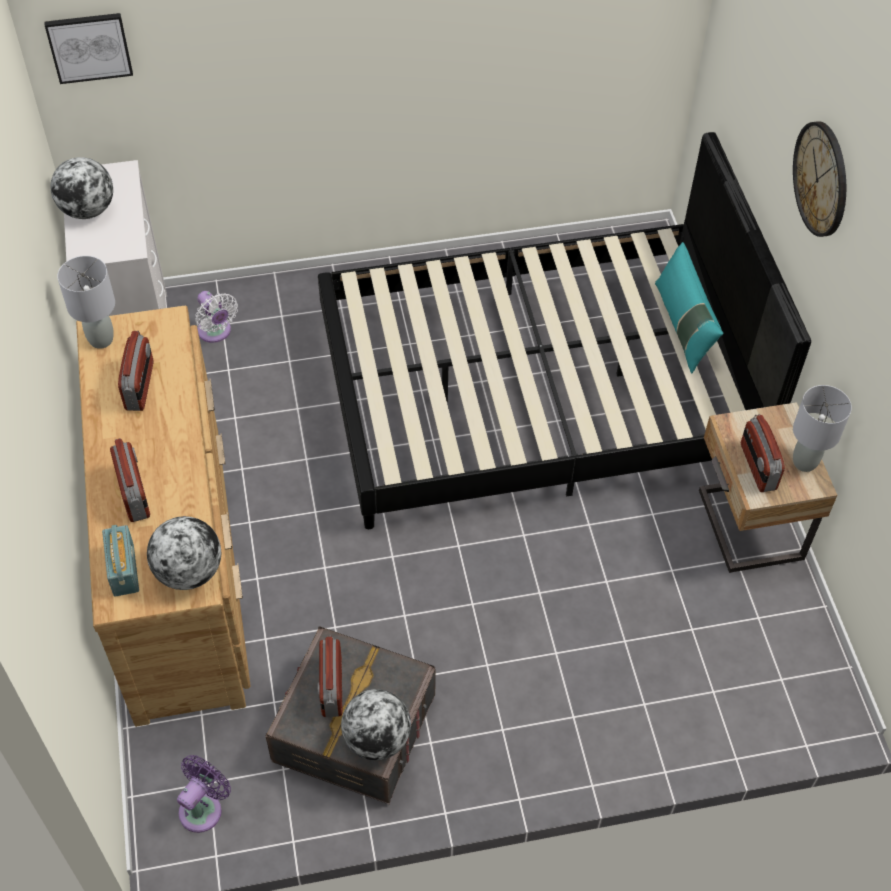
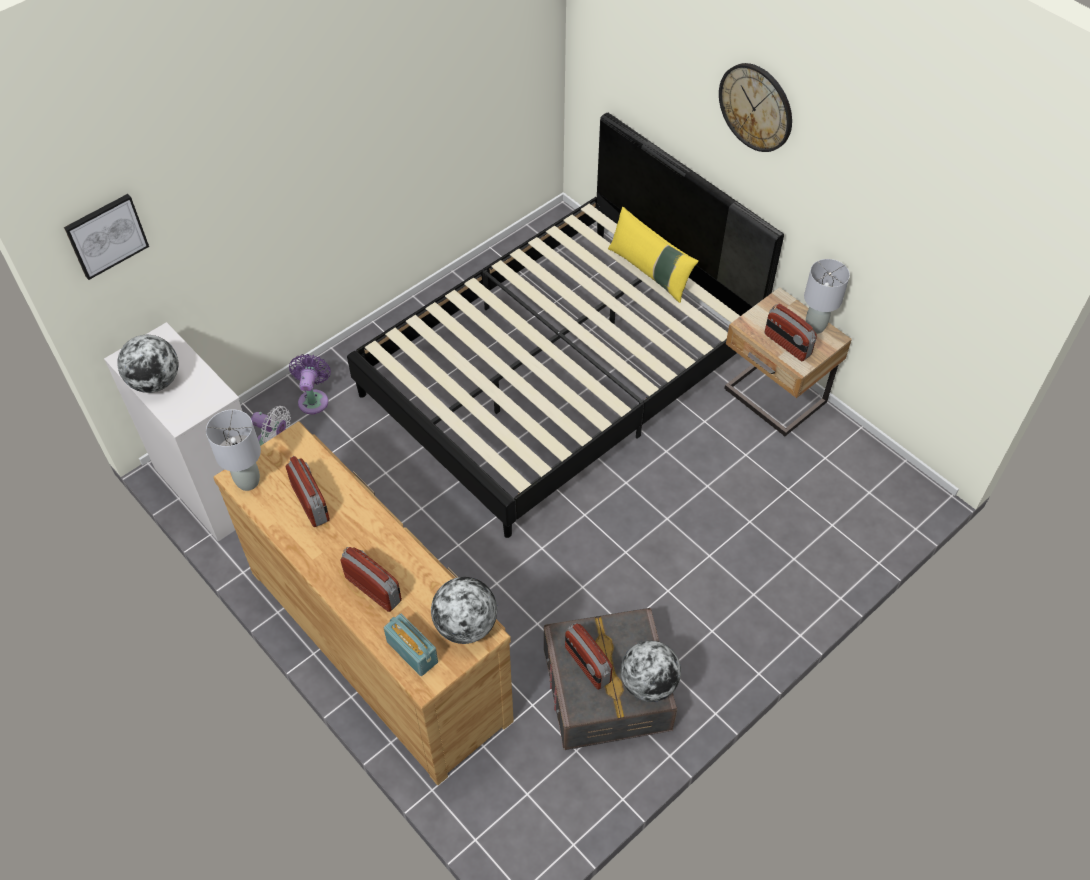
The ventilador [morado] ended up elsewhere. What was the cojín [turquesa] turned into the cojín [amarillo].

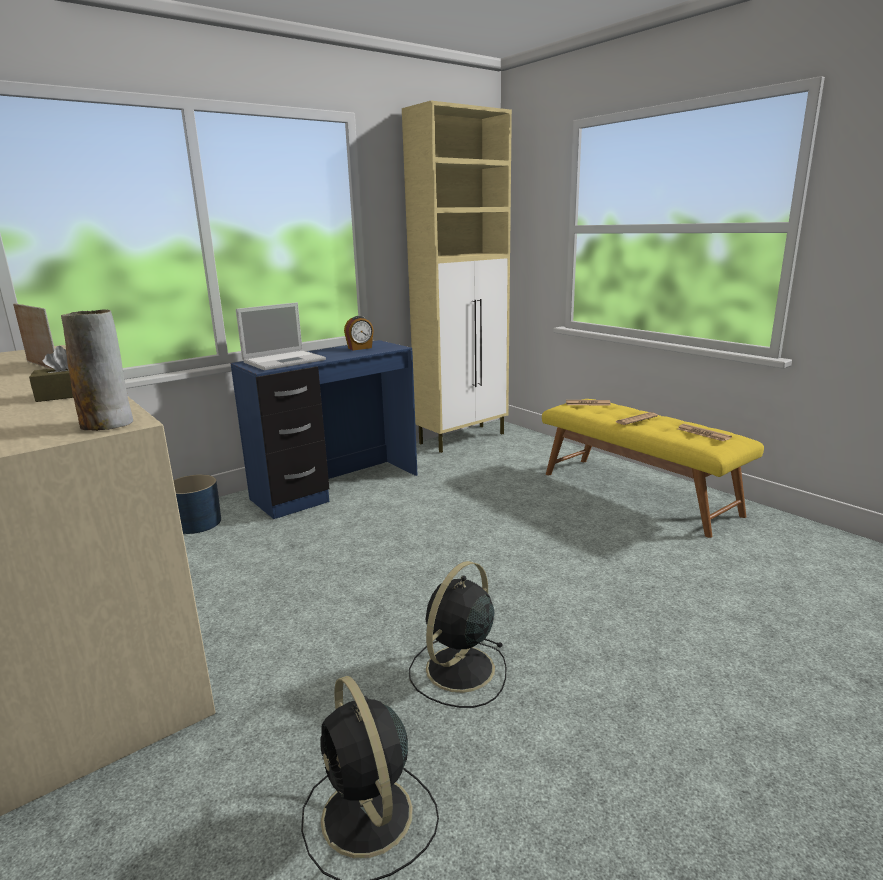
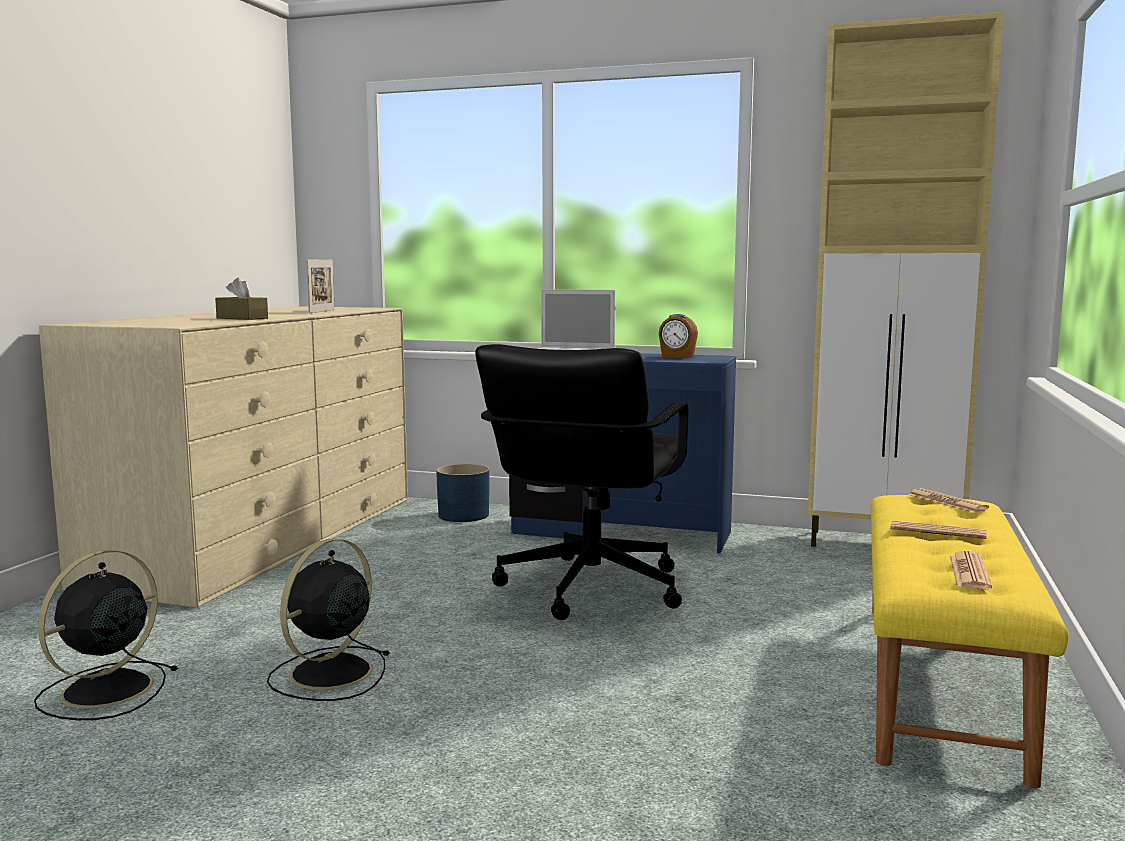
The second view lost the florero. The ventilador [negro] (no. 2 from left) ended up facing another way, 60 degrees counterclockwise from before. The second view gained the silla de oficina [negro].

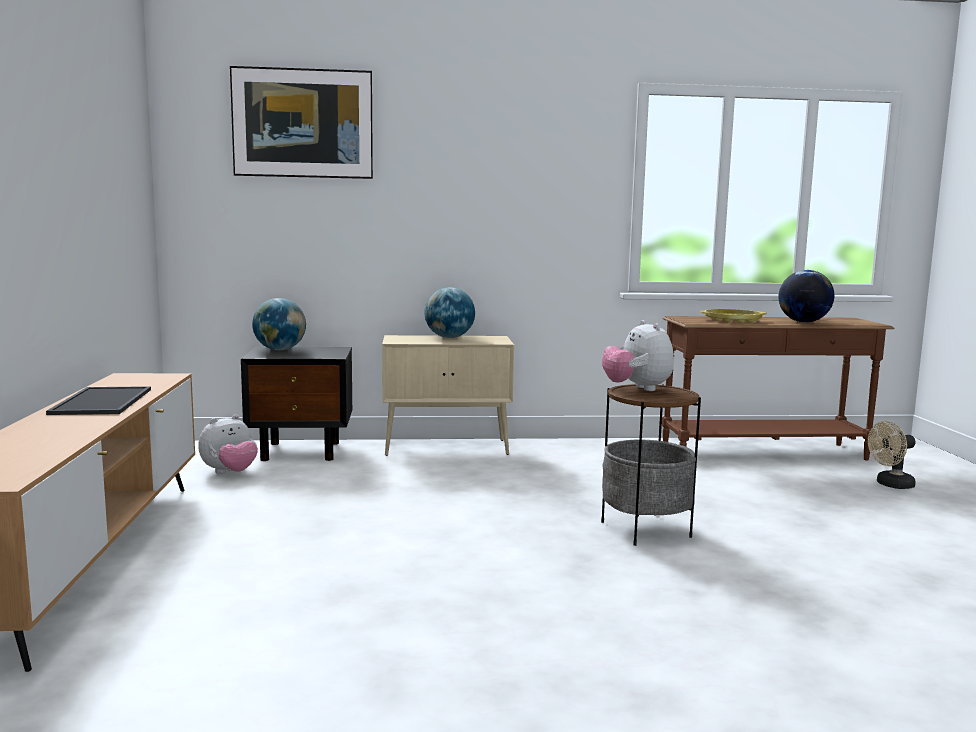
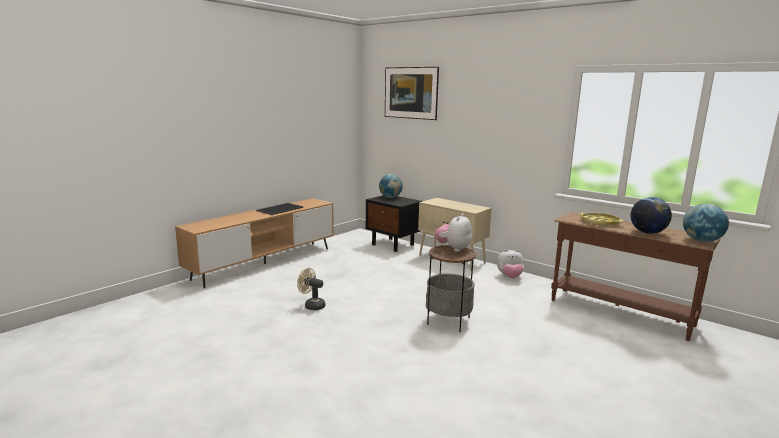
The peluche (no. 1 from left in the first image) ended up elsewhere. The globo terráqueo (no. 2 from left in the first image) ended up elsewhere. The ventilador [beis] ended up elsewhere.

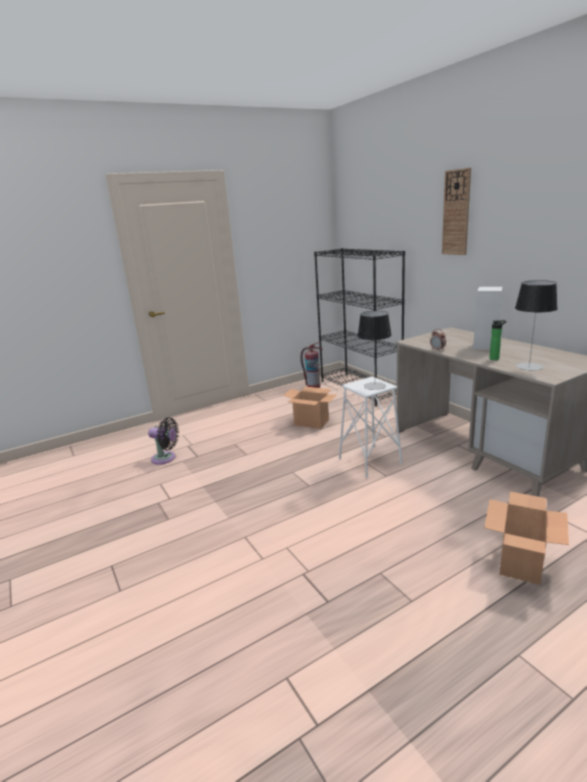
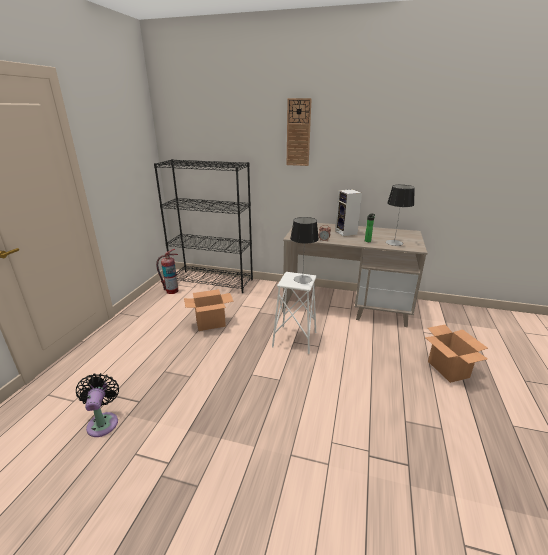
The ventilador [negro] ended up facing another way, 75 degrees counterclockwise from before.

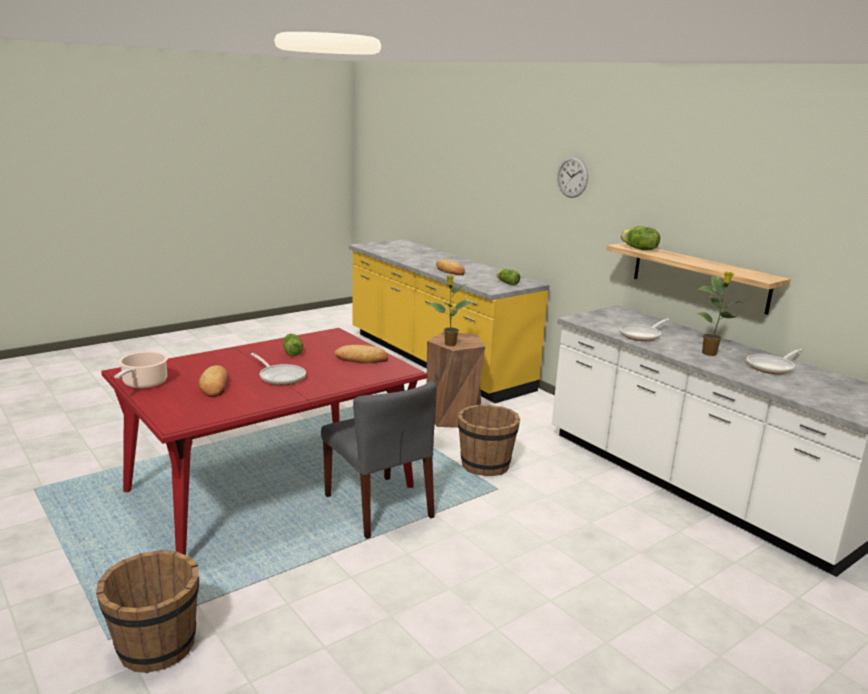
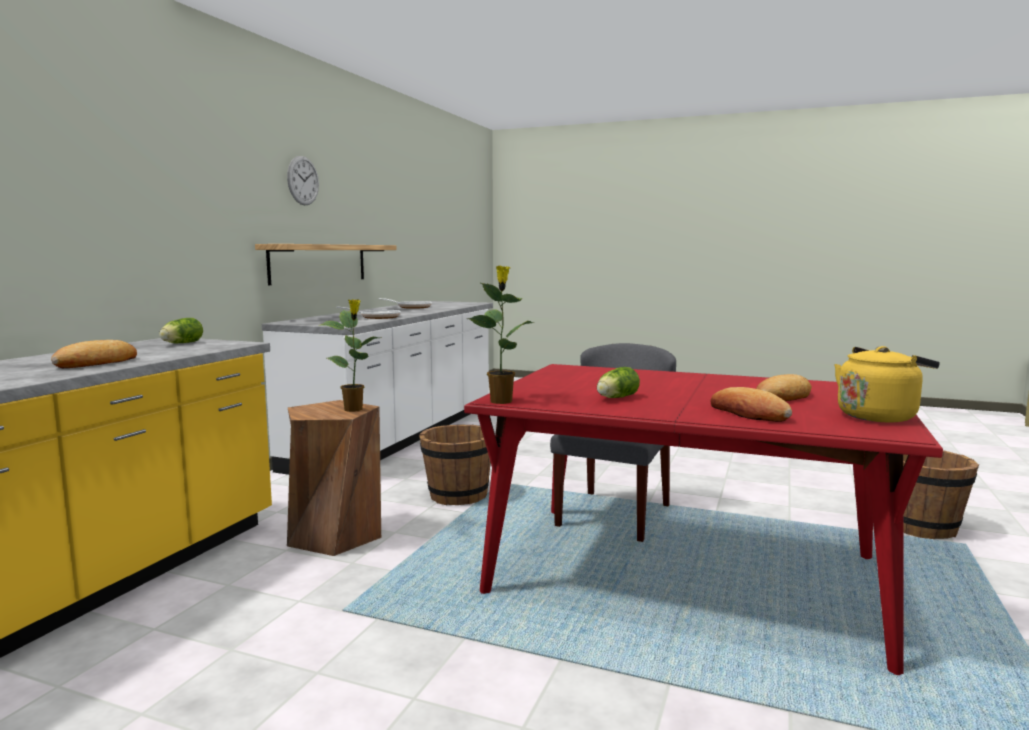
Where the olla stood, the hervidor [amarillo] came to stand. The second view lost the sartén (no. 1 from left). The pan (no. 2 from left) ended up elsewhere. The reloj de pared ended up elsewhere. The second view lost the lechuga (no. 3 from left). The planta en maceta (no. 2 from left) ended up elsewhere.

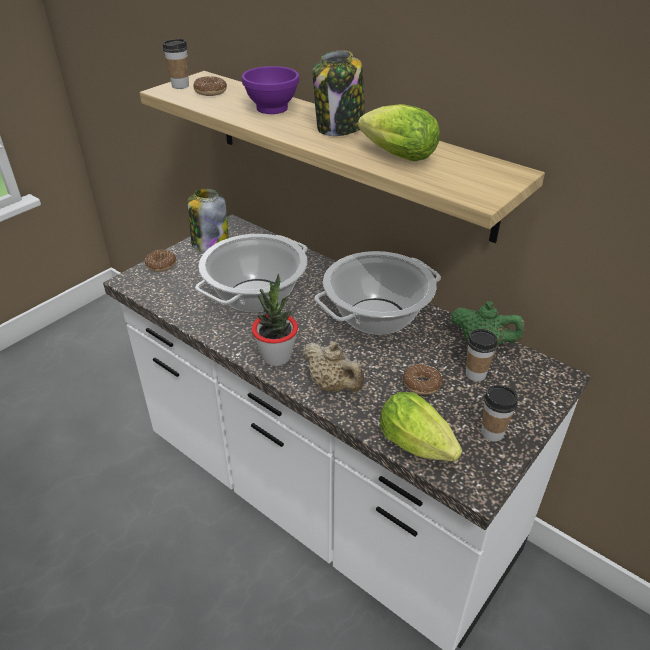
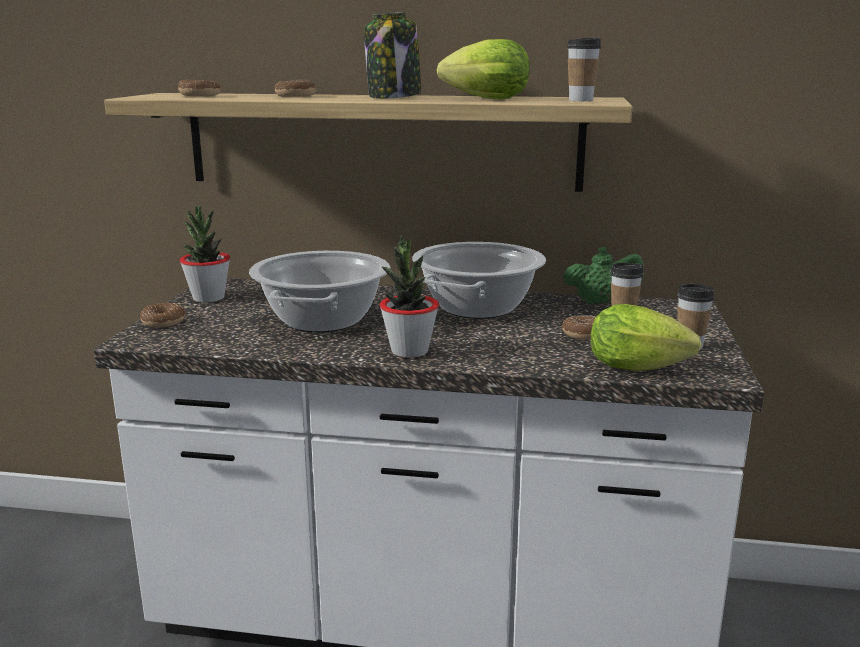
The taza (no. 1 from left) ended up elsewhere. Where the tarro (no. 1 from left) stood, the planta en maceta (no. 1 from left) came to stand. Where the cuenco [morado] stood, the rosquilla (no. 3 from left) came to stand. The second view lost the tetera [beis].

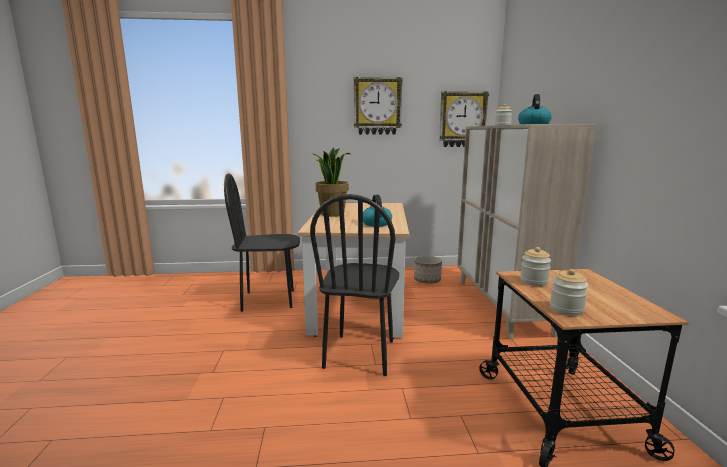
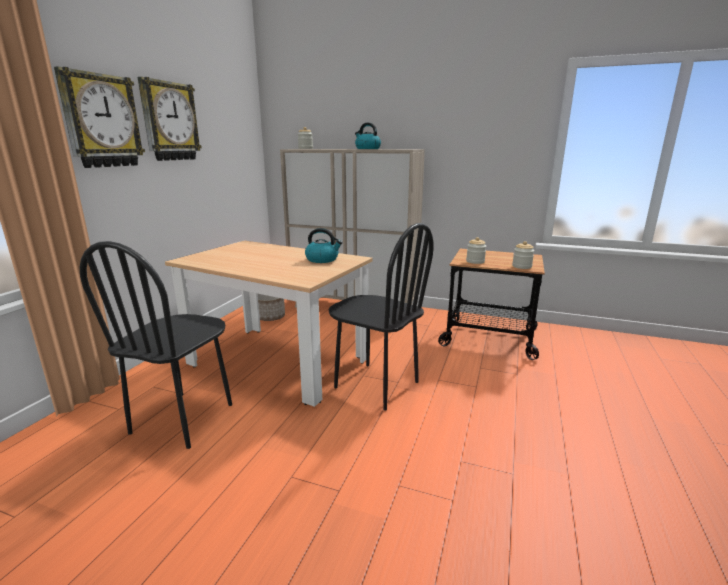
The second view lost the planta en maceta. The reloj de pared (no. 2 from left in the first image) ended up elsewhere.

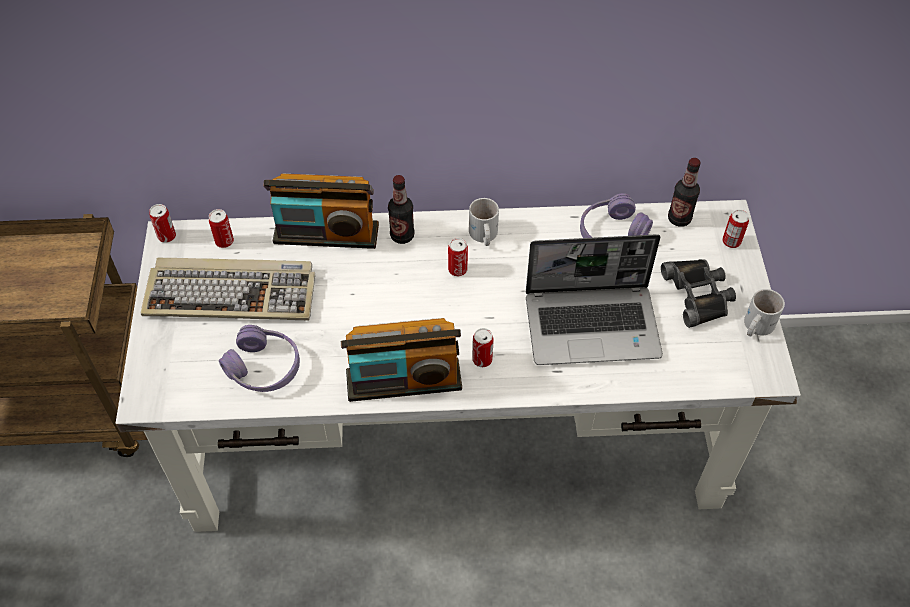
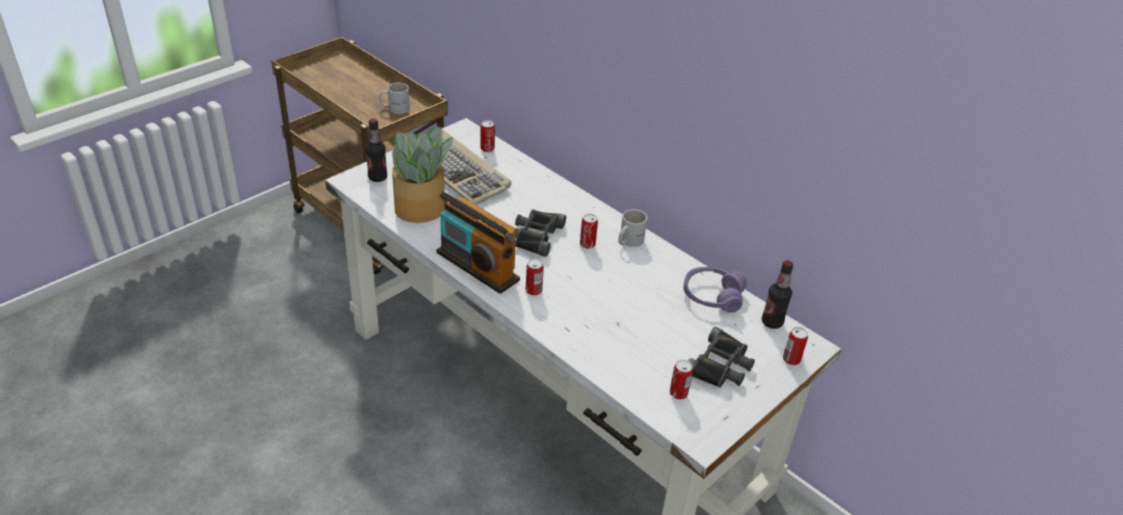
The lata (no. 1 from left in the first image) ended up elsewhere. Where the auriculares [morado] (no. 1 from left) stood, the planta en maceta came to stand. The second view lost the radio (no. 1 from left). The botella (no. 1 from left) ended up elsewhere. The second view lost the portátil. The taza grande [blanco] (no. 2 from left in the first image) ended up elsewhere. The second view gained the prismáticos [negro] (no. 1 from left).

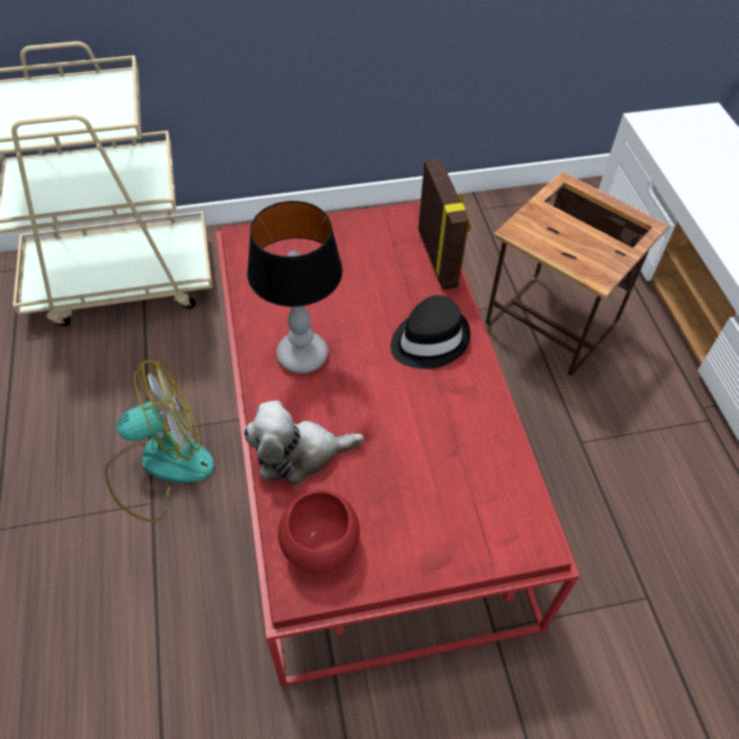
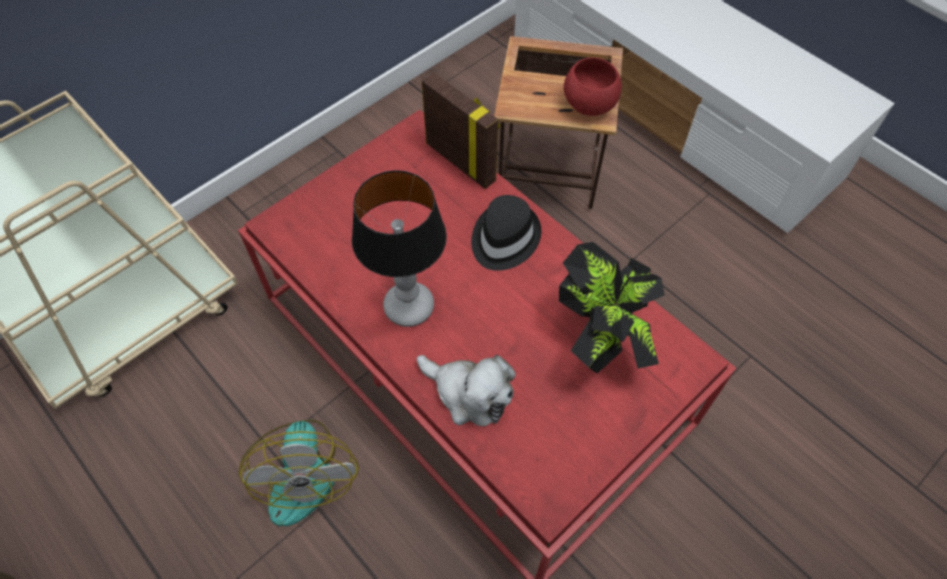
The ventilador ended up facing another way, 135 degrees clockwise from before. The peluche ended up facing another way, 105 degrees counterclockwise from before. The cuenco [rojo] ended up elsewhere. The second view gained the planta en maceta.

